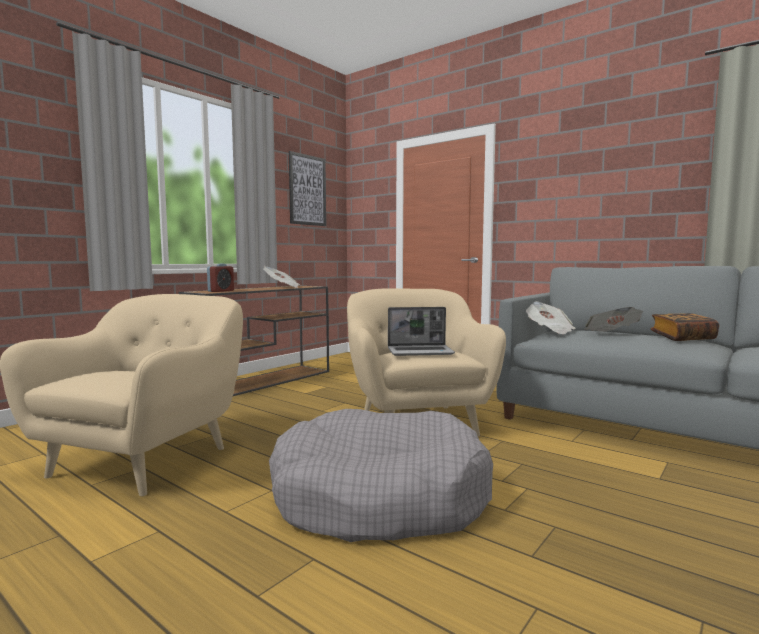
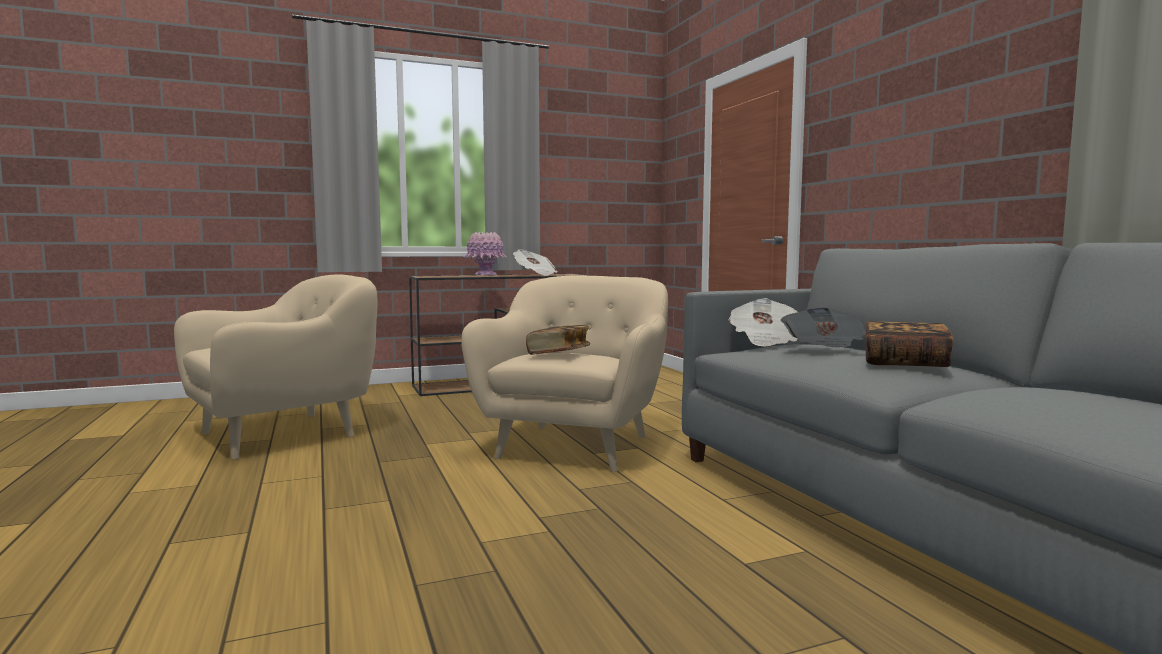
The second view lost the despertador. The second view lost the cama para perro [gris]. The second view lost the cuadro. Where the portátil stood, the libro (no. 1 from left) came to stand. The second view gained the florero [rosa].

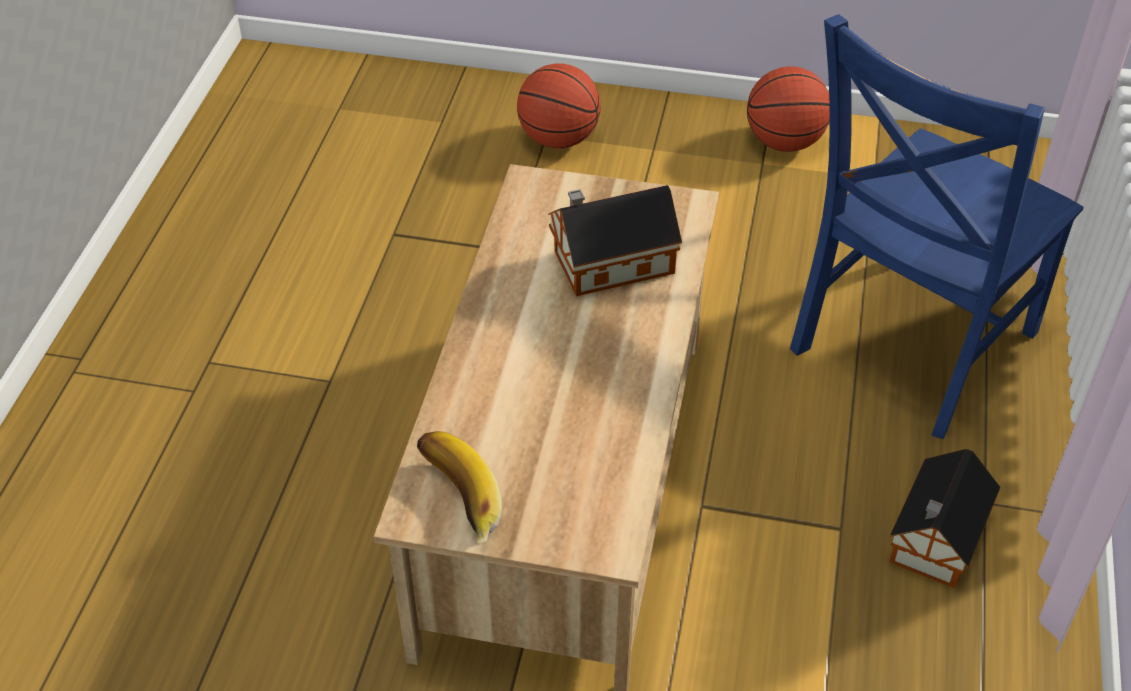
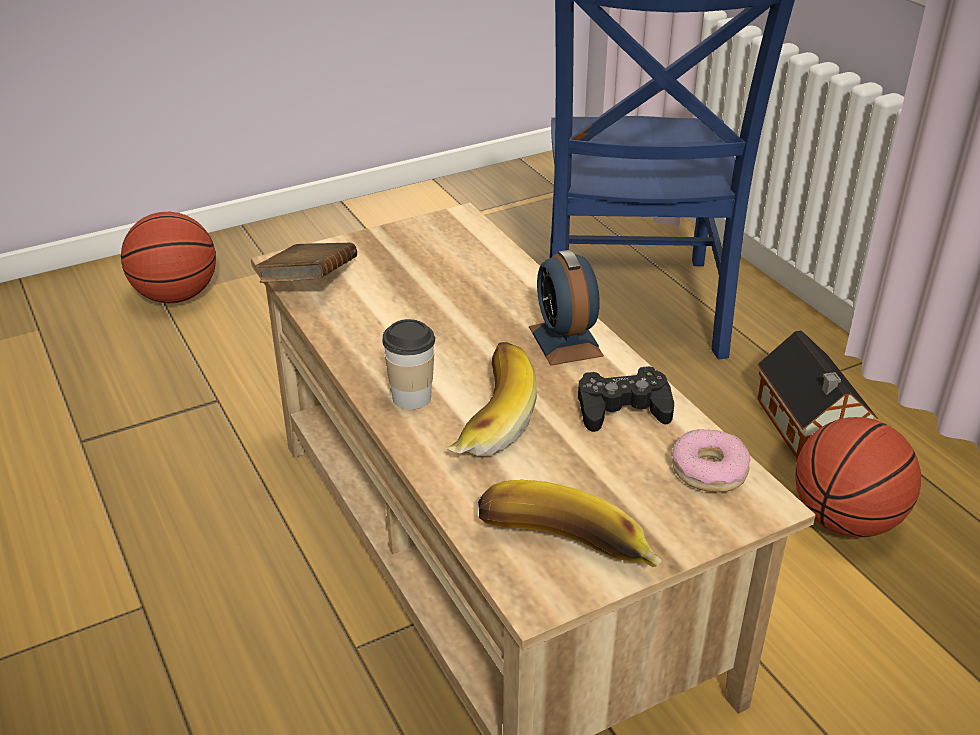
The second view lost the casita (no. 1 from left). The balón de baloncesto (no. 2 from left) ended up elsewhere. The second view gained the libro [marrón]. The second view gained the taza. The second view gained the plátano (no. 1 from left). The second view gained the despertador. The second view gained the mando de consola [negro]. The second view gained the rosquilla.

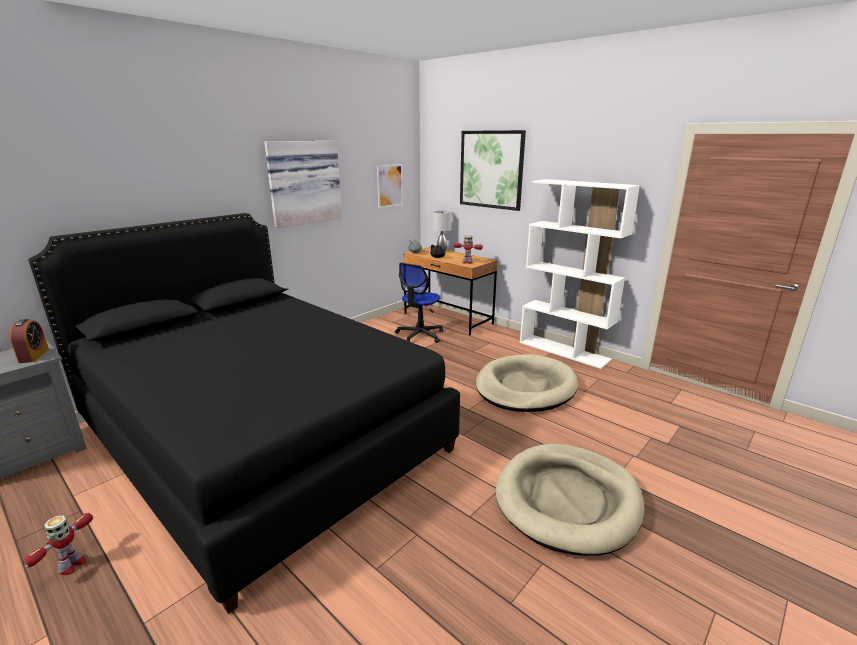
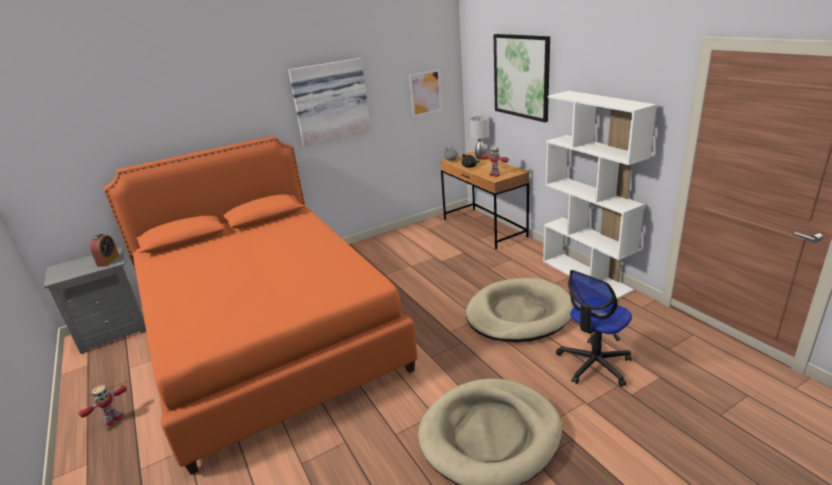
What was the cama [negro] turned into the cama [naranja]. The silla de oficina ended up elsewhere.

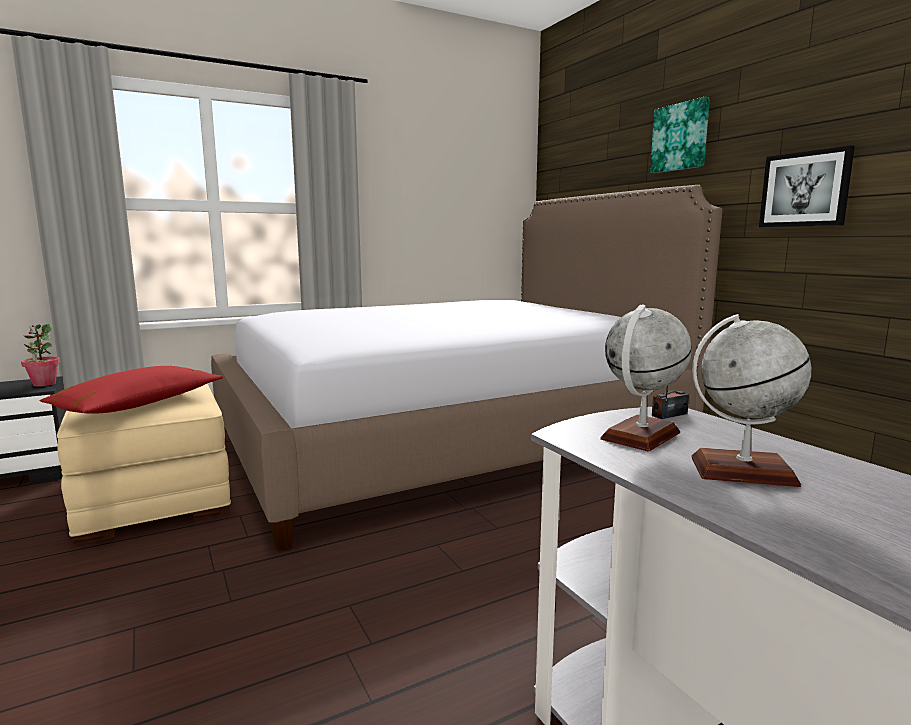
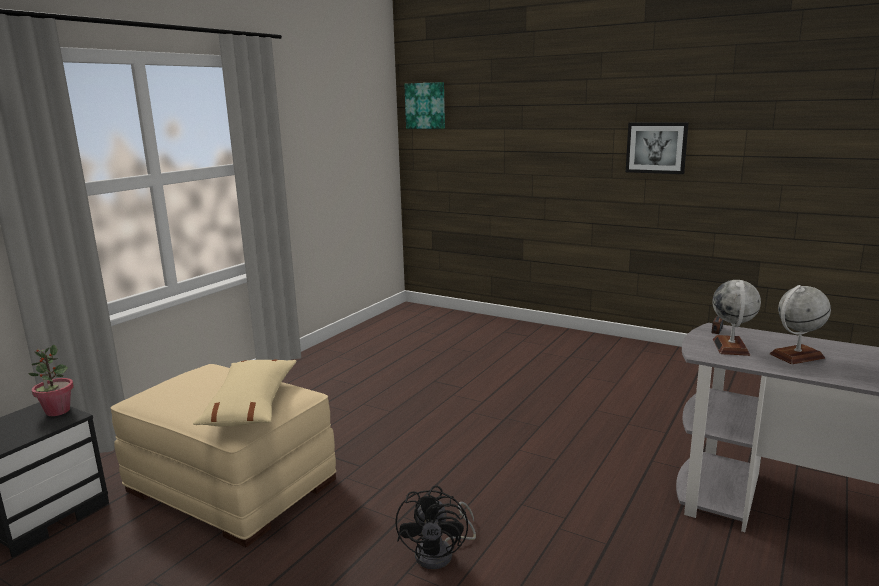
What was the cojín [rojo] turned into the cojín [beis]. The second view lost the cama. The cuadro (no. 1 from left) ended up elsewhere. The second view gained the ventilador [negro].

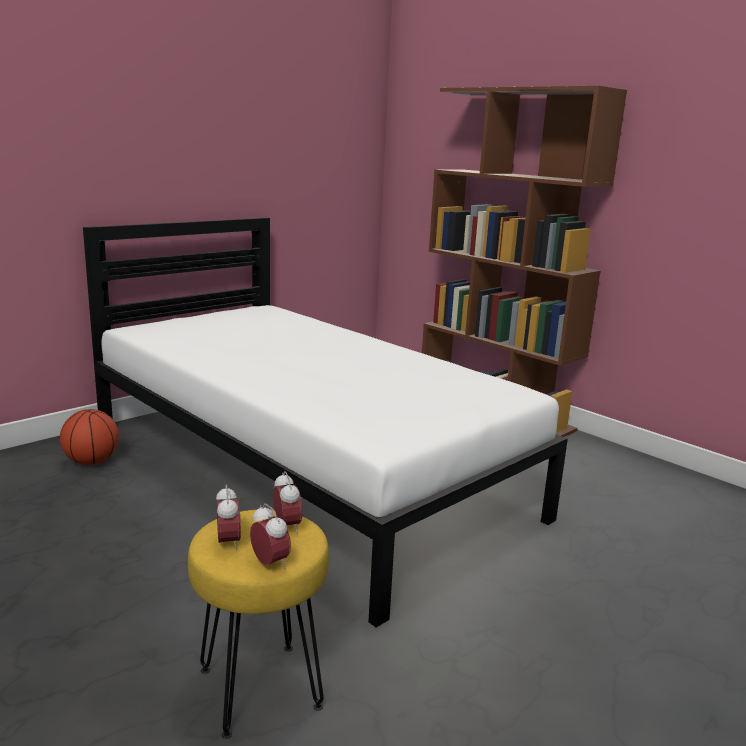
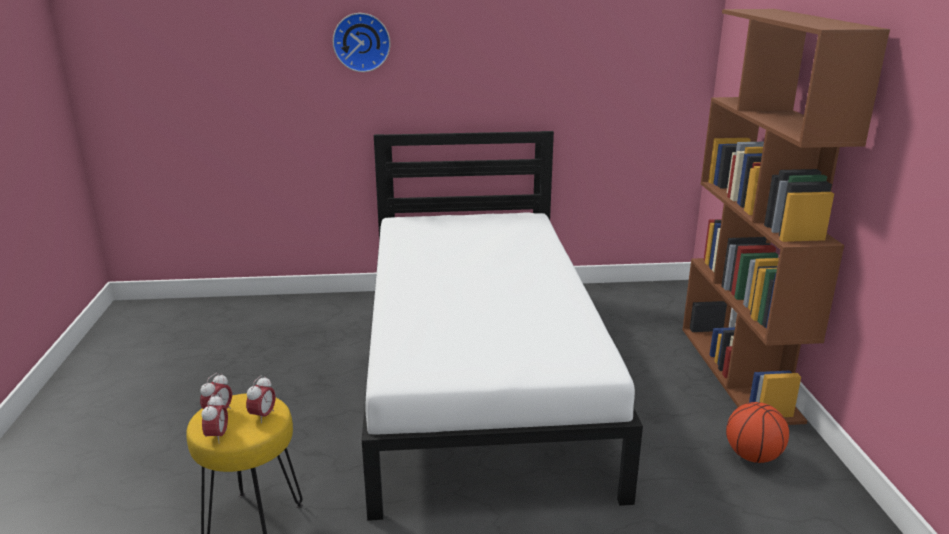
The balón de baloncesto ended up elsewhere. The second view gained the reloj de pared.

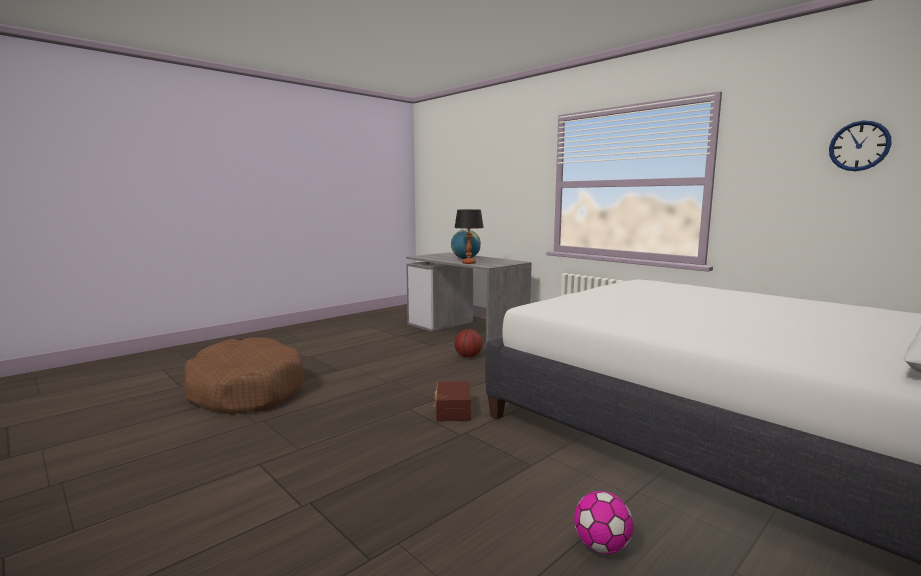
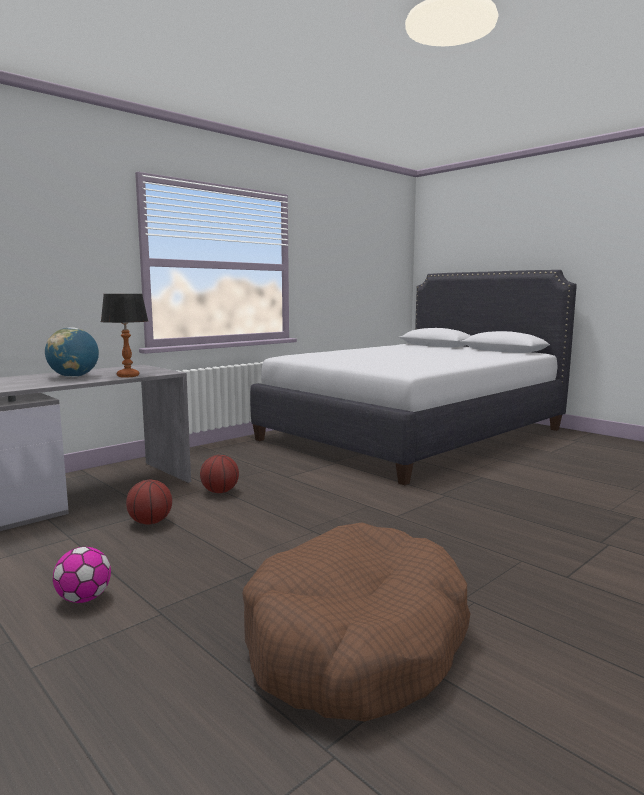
The second view lost the caja de almacenaje [marrón]. The balón de fútbol ended up elsewhere. The second view lost the reloj de pared. The second view gained the balón de baloncesto (no. 1 from left).

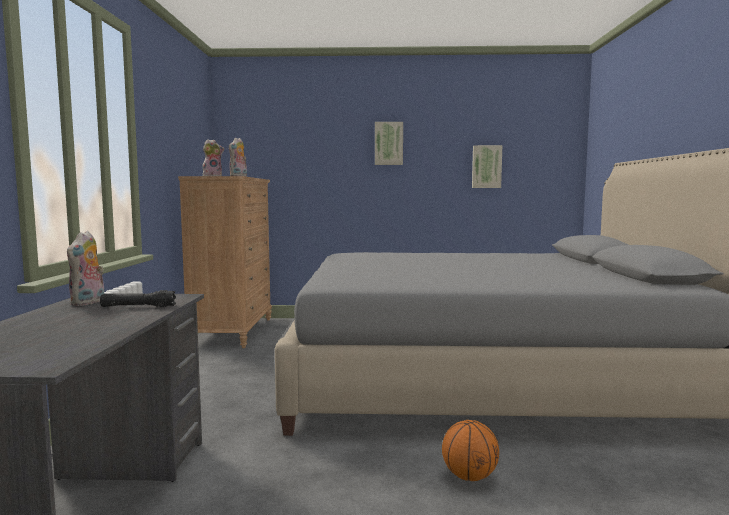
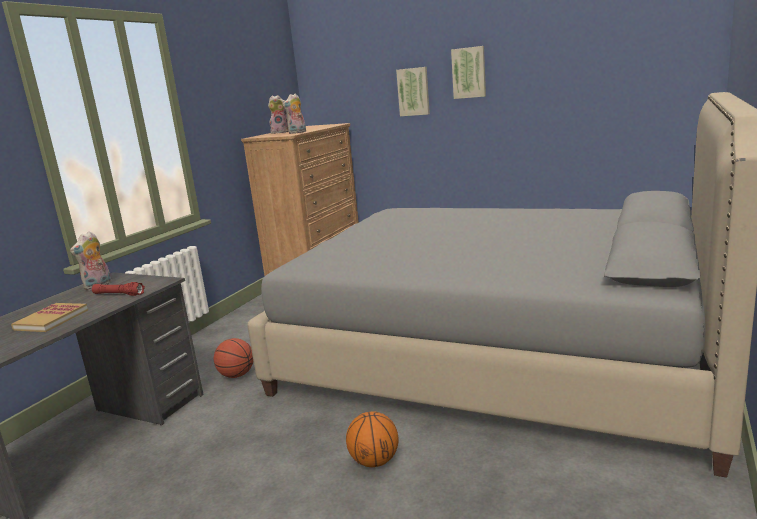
What was the linterna [negro] turned into the linterna [rojo]. The cuadro (no. 2 from left in the first image) ended up elsewhere. The second view gained the libro. The second view gained the balón de baloncesto (no. 1 from left).

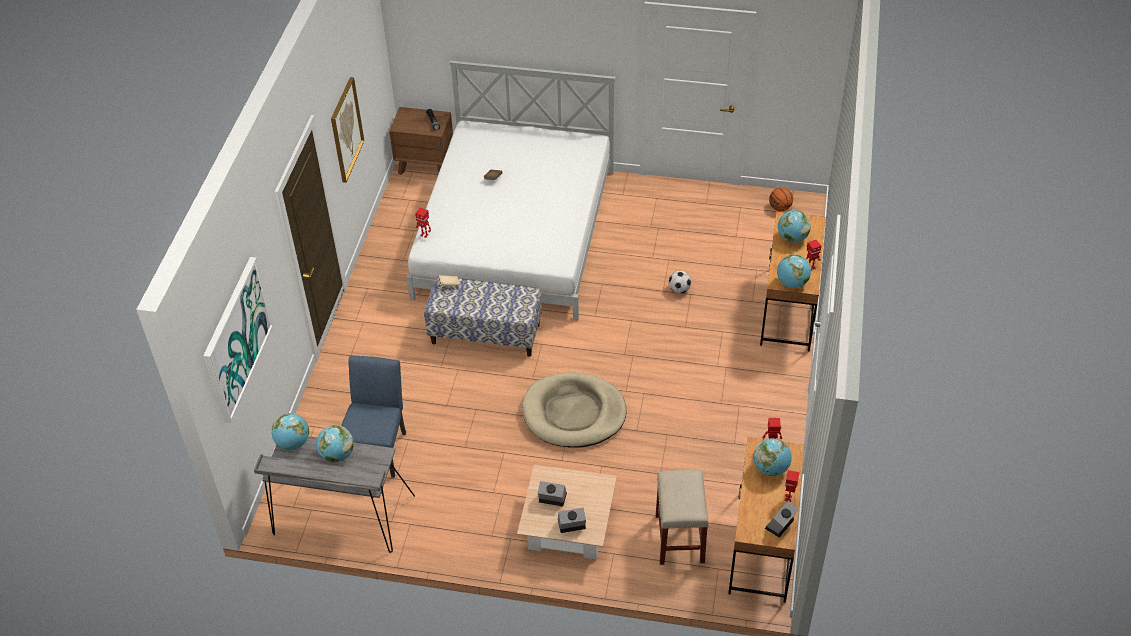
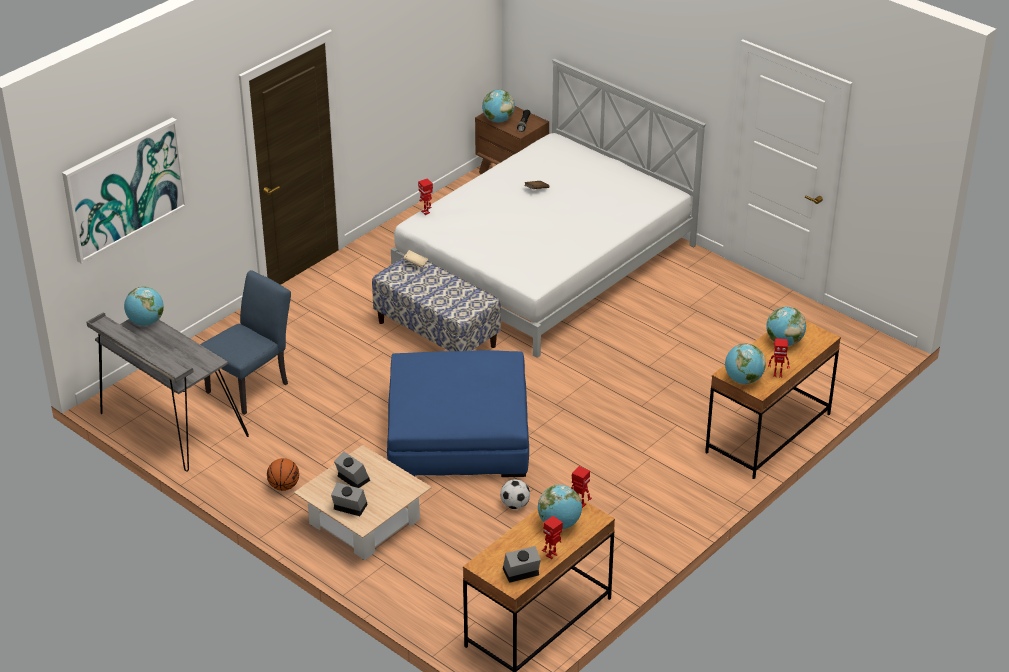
The globo terráqueo (no. 2 from left) ended up elsewhere. The second view lost the cuadro (no. 2 from left). Where the cama para perro [beis] stood, the puf [azul] came to stand. The second view lost the taburete [beis]. The balón de fútbol ended up elsewhere. The balón de baloncesto ended up elsewhere.

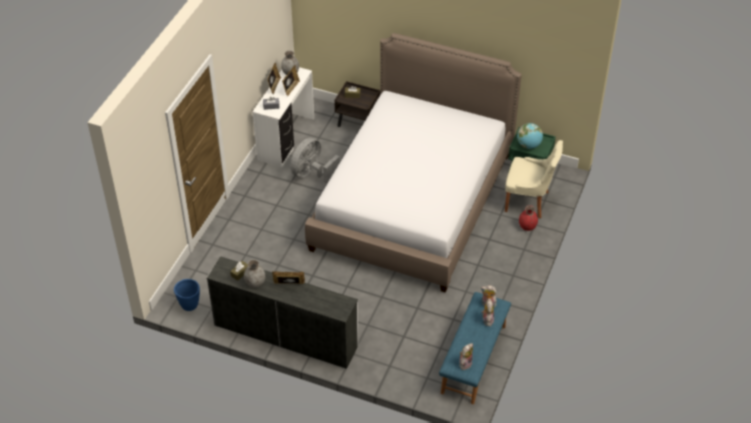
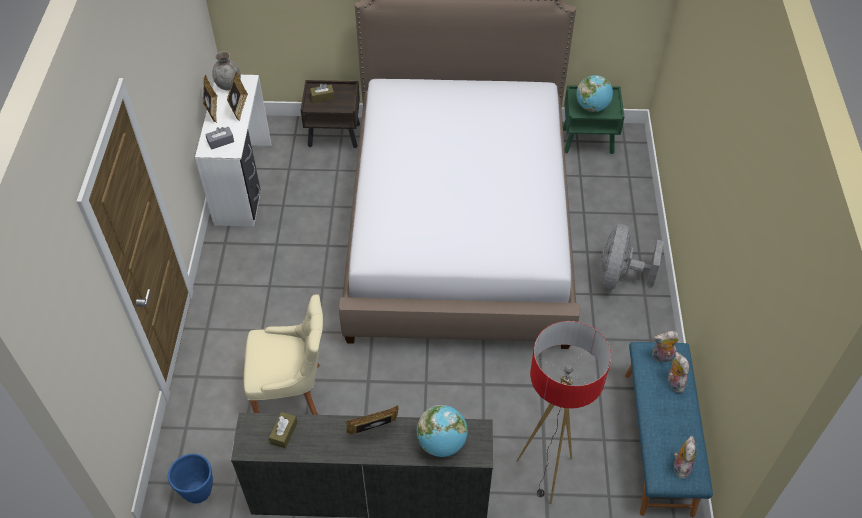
The second view lost the florero [gris] (no. 1 from left). The ventilador [gris] ended up elsewhere. The silla [beis] ended up elsewhere. The second view lost the florero [rojo]. The second view gained the globo terráqueo (no. 1 from left). The second view gained the lámpara de pie.

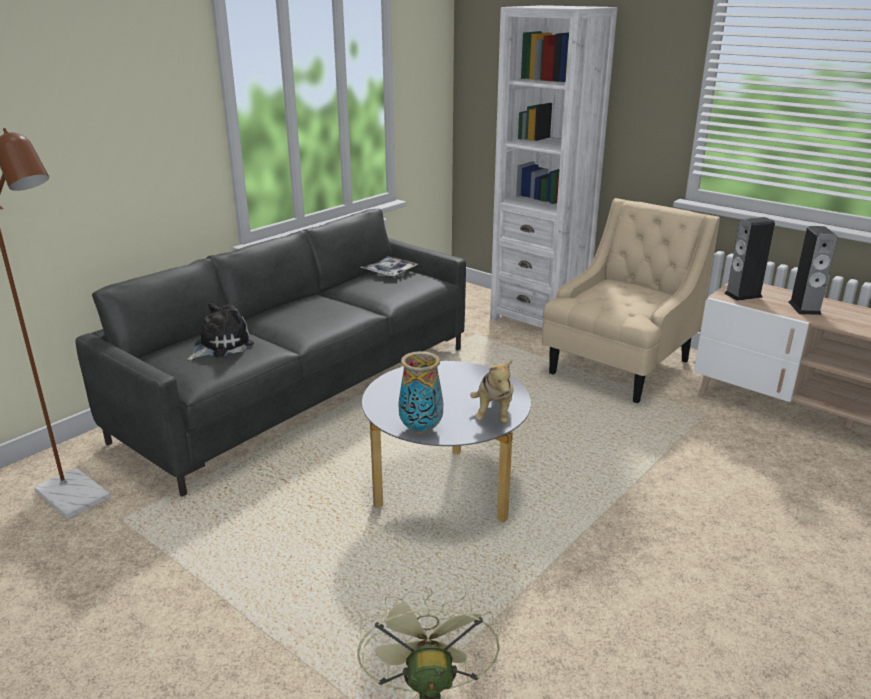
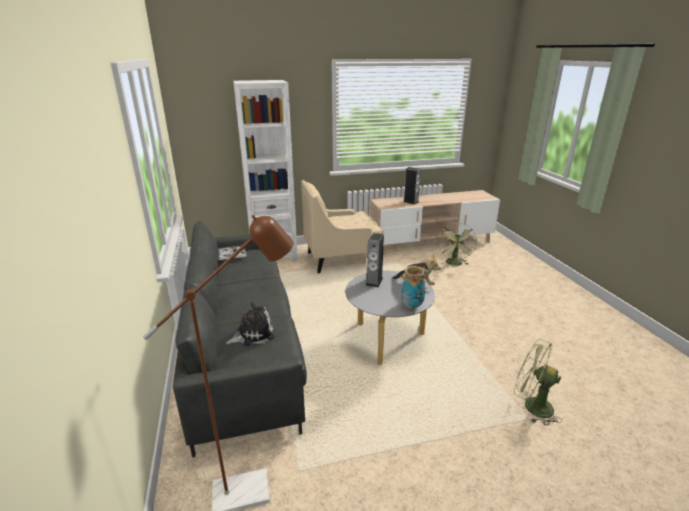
The peluche (no. 1 from left) ended up facing another way, 75 degrees clockwise from before. The sillón [beis] ended up facing another way, 90 degrees counterclockwise from before. The altavoz (no. 1 from left) ended up elsewhere. The second view gained the ventilador [verde] (no. 1 from left).

